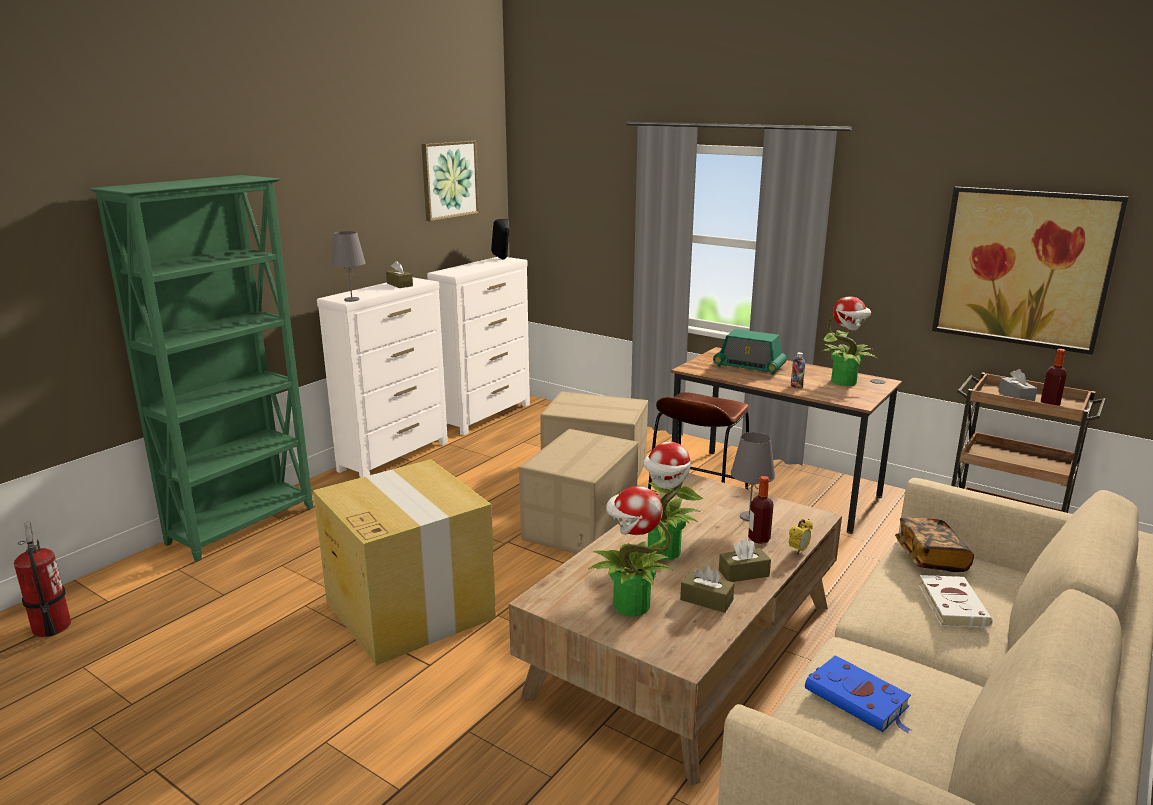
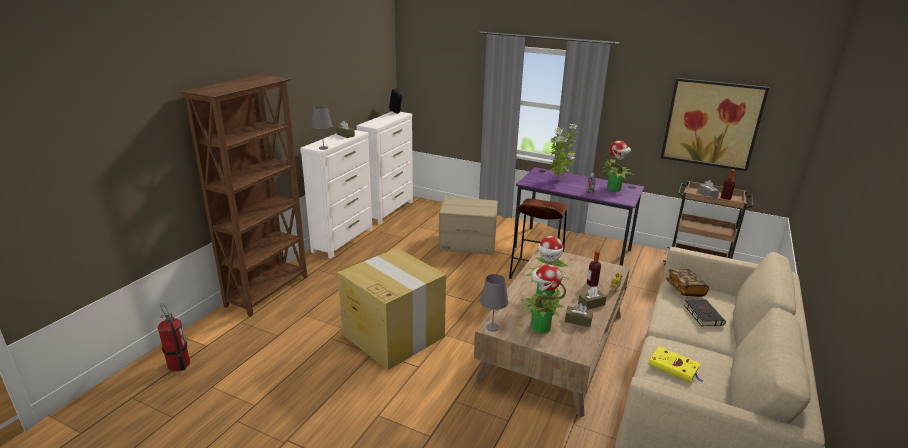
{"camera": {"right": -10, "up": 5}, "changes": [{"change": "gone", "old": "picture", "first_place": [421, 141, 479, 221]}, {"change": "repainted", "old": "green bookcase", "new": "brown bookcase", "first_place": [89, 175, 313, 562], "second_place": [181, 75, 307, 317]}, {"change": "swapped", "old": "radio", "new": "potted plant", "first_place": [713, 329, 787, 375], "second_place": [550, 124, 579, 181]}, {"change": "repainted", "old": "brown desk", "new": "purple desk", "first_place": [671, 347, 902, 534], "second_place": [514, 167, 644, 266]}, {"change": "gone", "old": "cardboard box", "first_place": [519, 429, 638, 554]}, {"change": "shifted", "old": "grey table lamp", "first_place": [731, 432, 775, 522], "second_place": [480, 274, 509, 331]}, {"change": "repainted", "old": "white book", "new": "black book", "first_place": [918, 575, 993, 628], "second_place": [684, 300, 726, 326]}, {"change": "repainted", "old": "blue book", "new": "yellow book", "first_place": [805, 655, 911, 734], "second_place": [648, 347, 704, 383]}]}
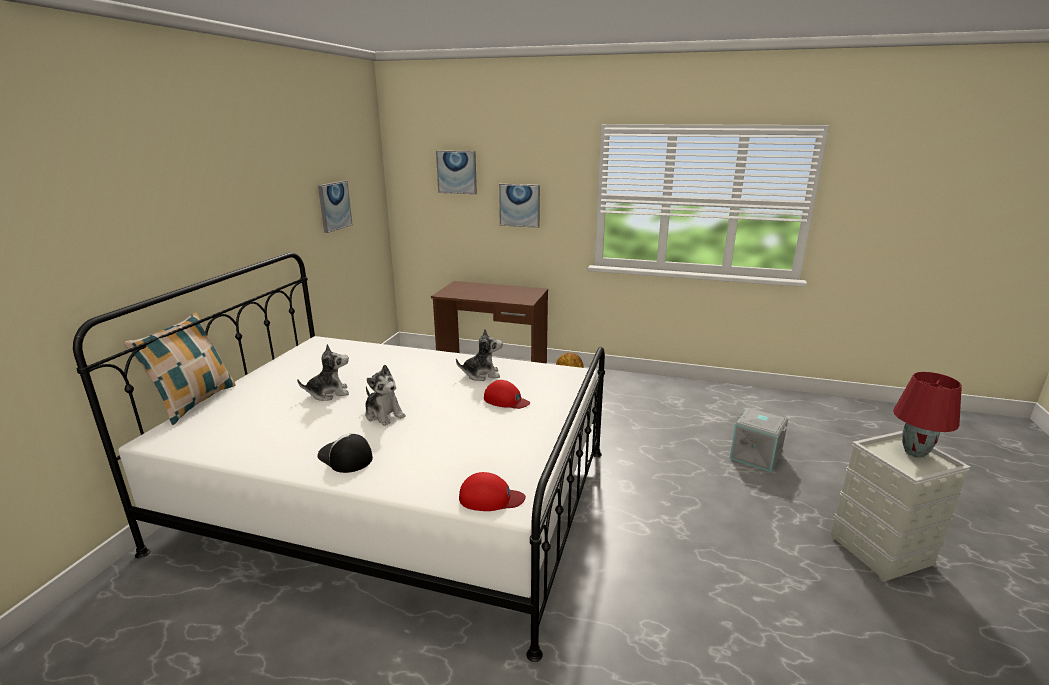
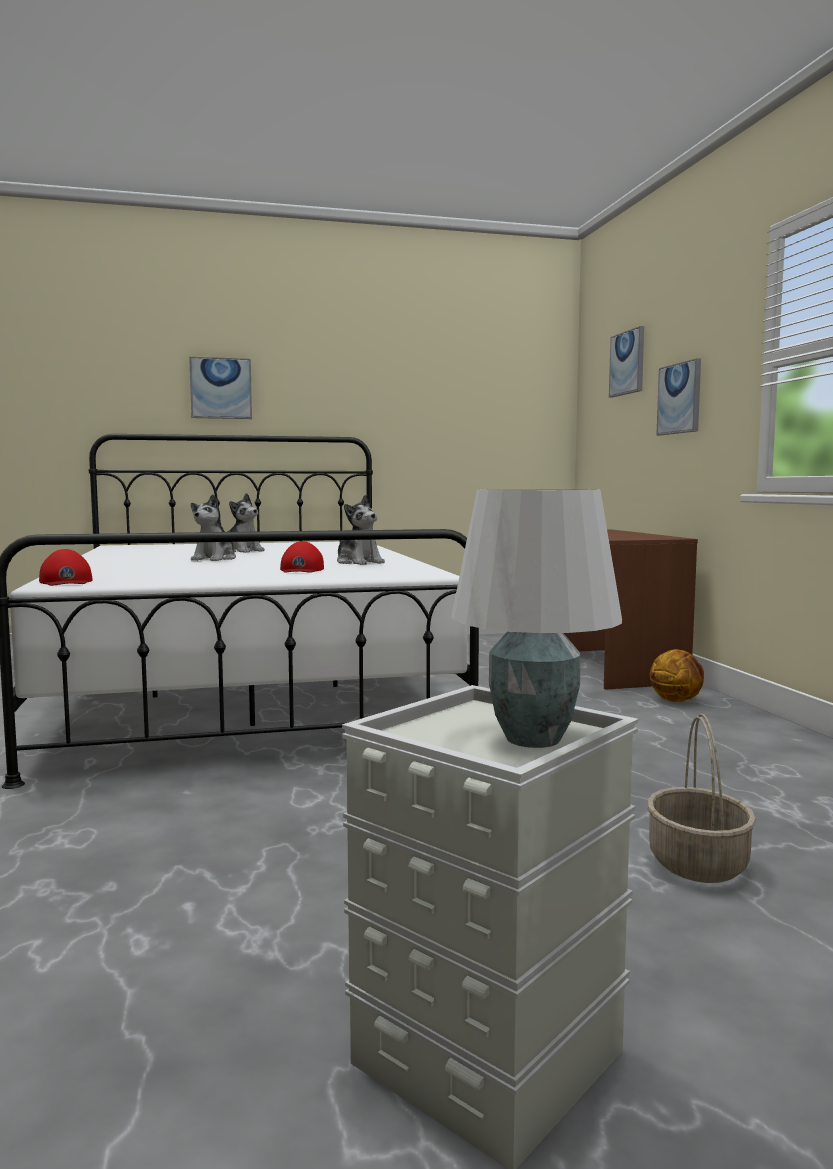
{"camera": {"right": 60, "up": -15}, "changes": [{"change": "shifted", "old": "picture", "first_place": [318, 181, 353, 233], "second_place": [189, 357, 252, 419]}, {"change": "gone", "old": "pillow", "first_place": [124, 312, 236, 425]}, {"change": "repainted", "old": "red table lamp", "new": "white table lamp", "first_place": [893, 372, 962, 458], "second_place": [451, 489, 622, 748]}, {"change": "swapped", "old": "grey storage box", "new": "basket", "first_place": [730, 408, 788, 472], "second_place": [647, 714, 756, 883]}, {"change": "gone", "old": "cap", "first_place": [318, 434, 373, 473]}]}
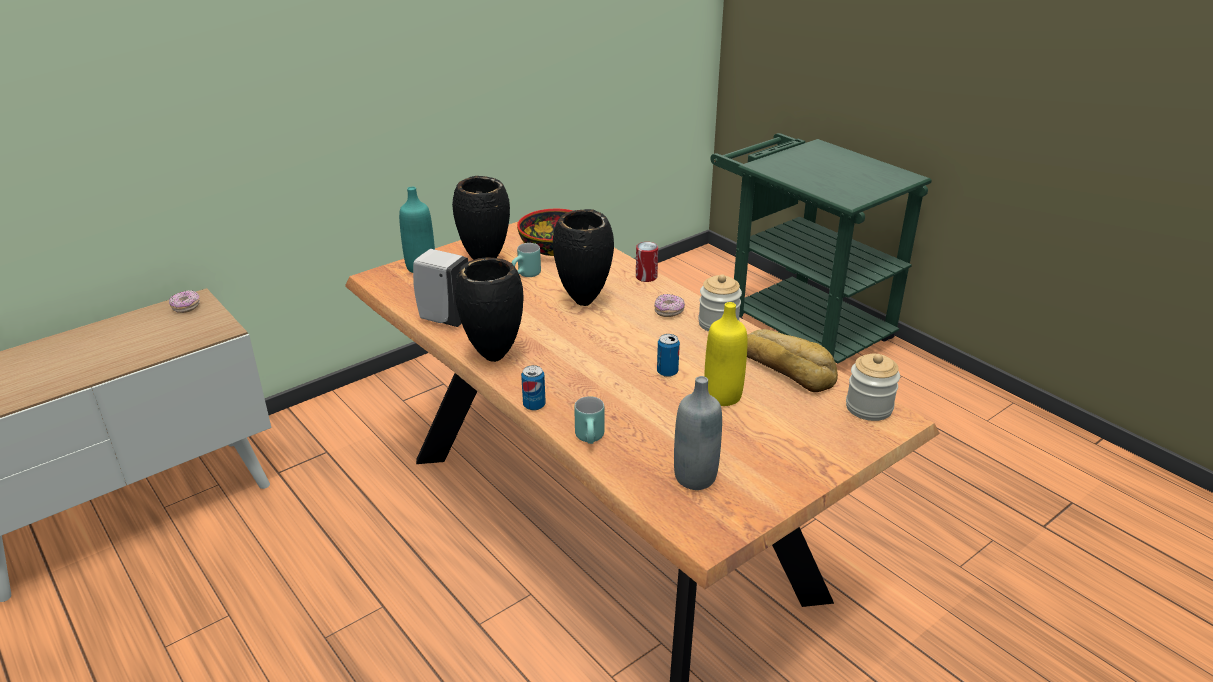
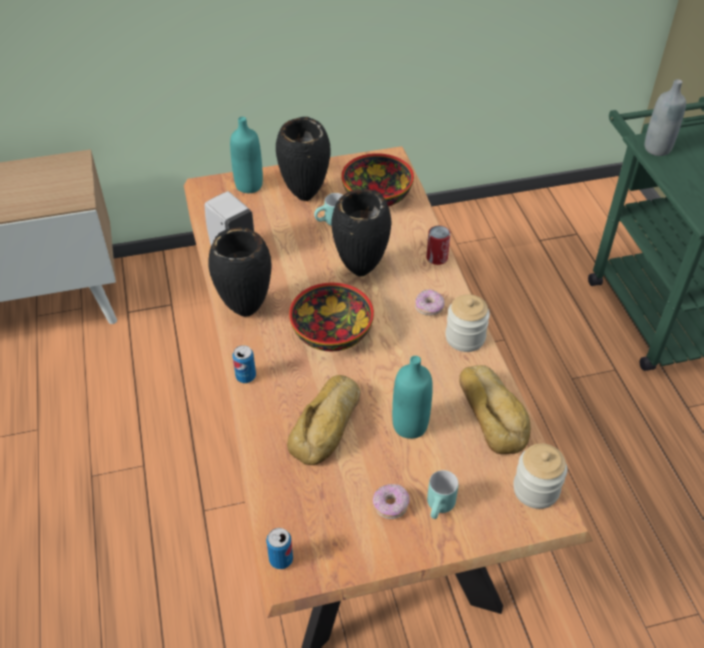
{"camera": {"right": 25, "up": 15}, "changes": [{"change": "shifted", "old": "donut", "first_place": [169, 290, 200, 313], "second_place": [373, 484, 410, 519]}, {"change": "repainted", "old": "yellow bottle", "new": "turquoise bottle", "first_place": [704, 302, 748, 406], "second_place": [392, 356, 433, 439]}, {"change": "shifted", "old": "can", "first_place": [657, 334, 680, 377], "second_place": [266, 528, 293, 569]}, {"change": "shifted", "old": "grey bottle", "first_place": [674, 376, 722, 490], "second_place": [645, 79, 686, 156]}, {"change": "shifted", "old": "turquoise mug", "first_place": [574, 396, 604, 444], "second_place": [427, 470, 459, 519]}, {"change": "new", "new": "bowl", "second_place": [289, 283, 374, 351]}, {"change": "new", "new": "bread", "second_place": [287, 375, 361, 465]}]}
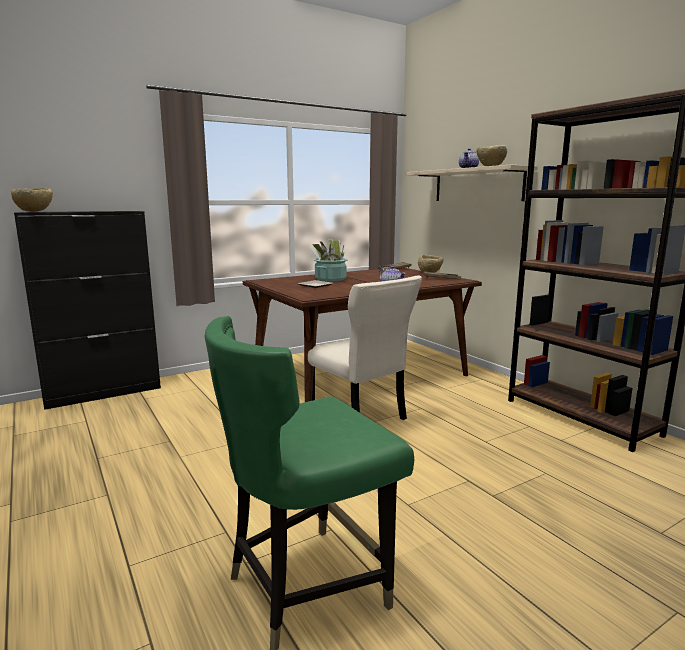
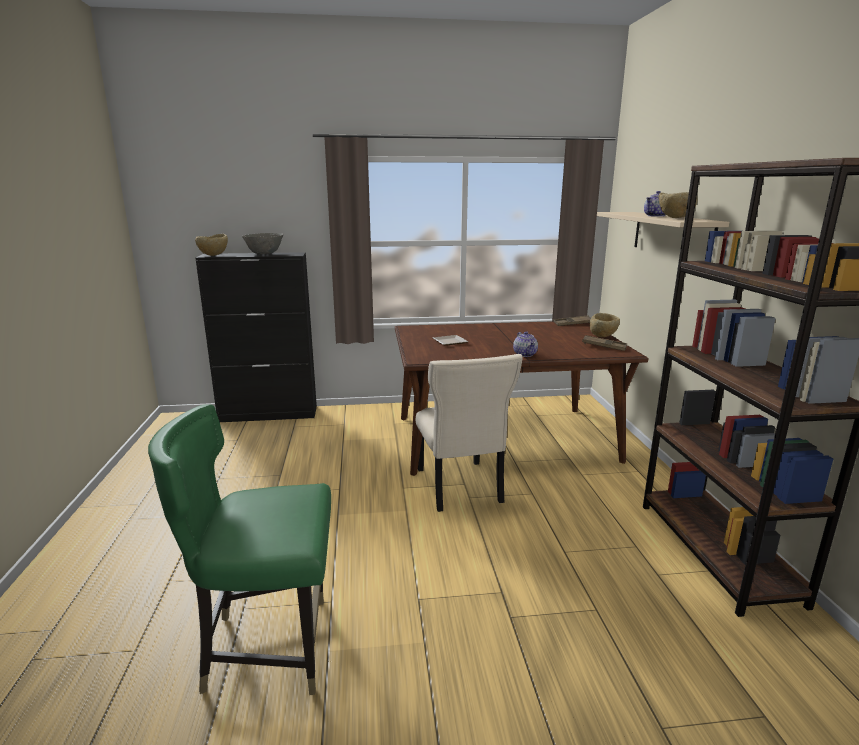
{"camera": {"right": 25, "up": 5}, "changes": [{"change": "gone", "old": "potted plant", "first_place": [310, 239, 348, 282]}, {"change": "new", "new": "grey bowl", "second_place": [242, 233, 283, 255]}]}
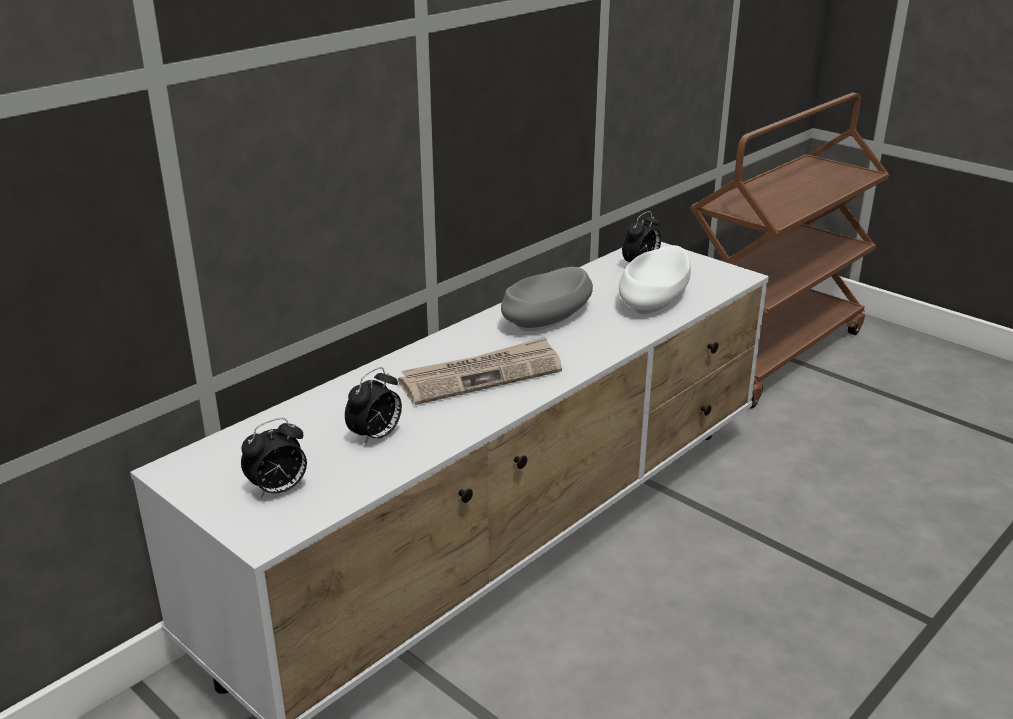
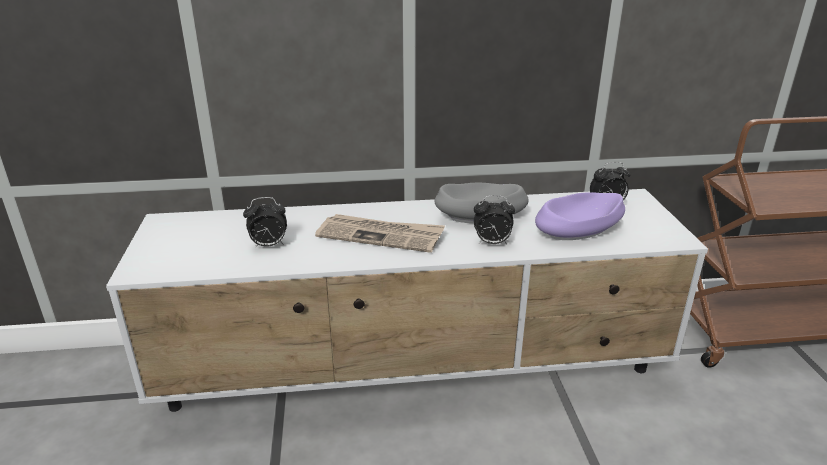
{"camera": {"right": 40, "up": 0}, "changes": [{"change": "repainted", "old": "white bowl", "new": "purple bowl", "first_place": [619, 245, 691, 314], "second_place": [535, 192, 625, 240]}, {"change": "shifted", "old": "alarm clock", "first_place": [241, 418, 307, 499], "second_place": [474, 195, 515, 244]}]}
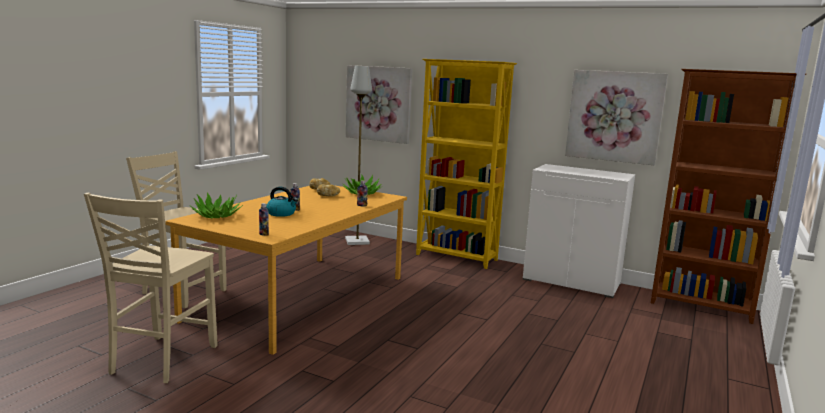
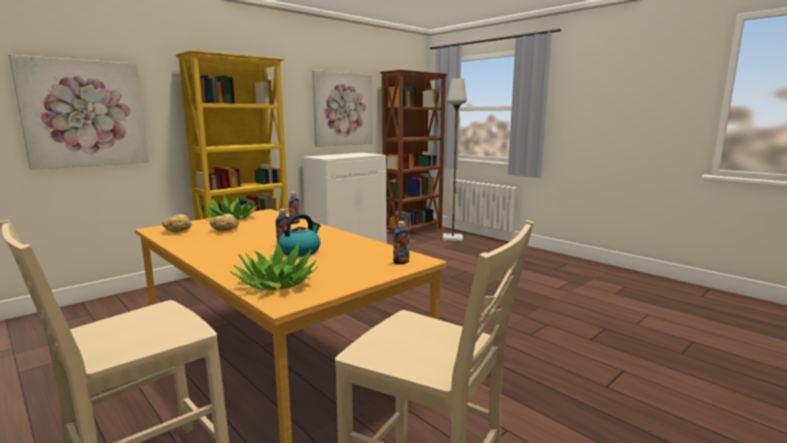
{"camera": {"right": -70, "up": 0}, "changes": [{"change": "shifted", "old": "grey floor lamp", "first_place": [345, 66, 372, 245], "second_place": [443, 78, 467, 241]}]}
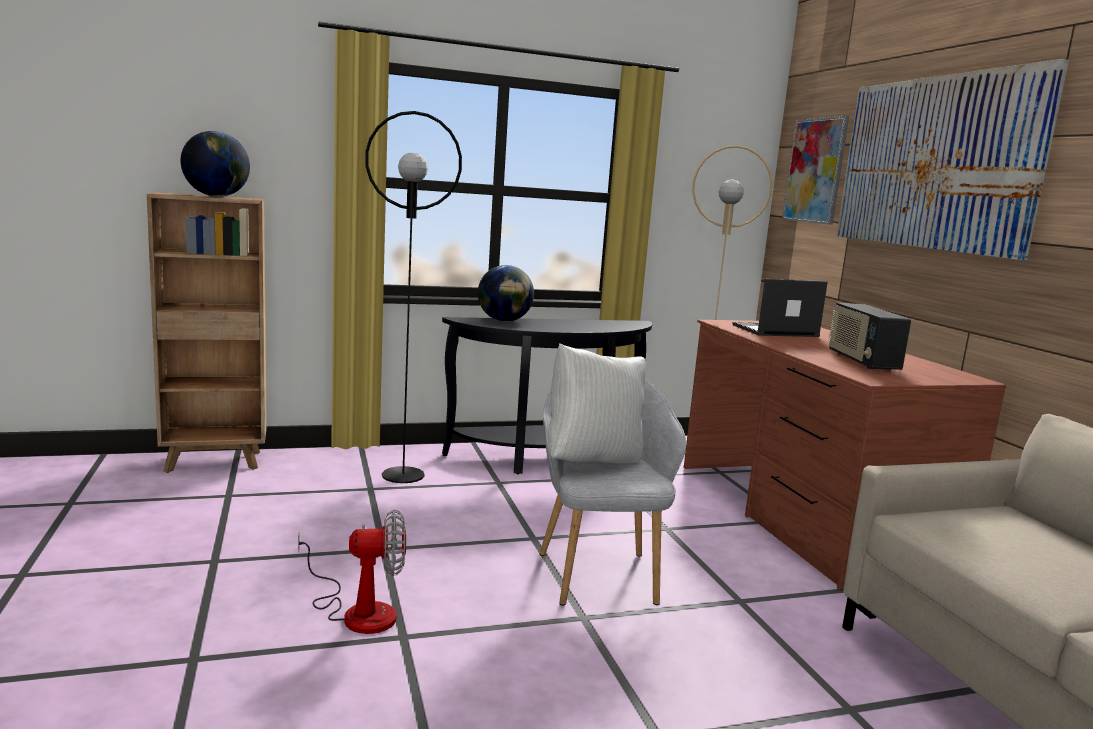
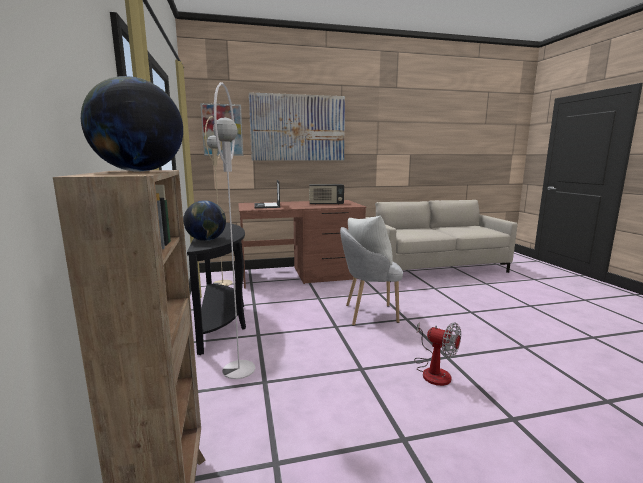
{"camera": {"right": -85, "up": 0}, "changes": [{"change": "repainted", "old": "black floor lamp", "new": "white floor lamp", "first_place": [365, 111, 462, 483], "second_place": [213, 82, 255, 379]}, {"change": "rotated", "old": "fan", "first_place": [298, 510, 406, 634], "second_place": [414, 322, 461, 386], "degrees": 135}]}
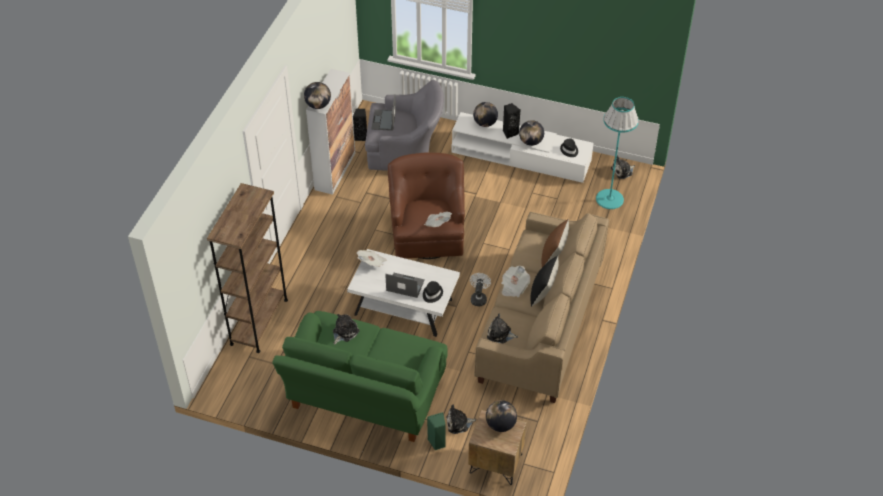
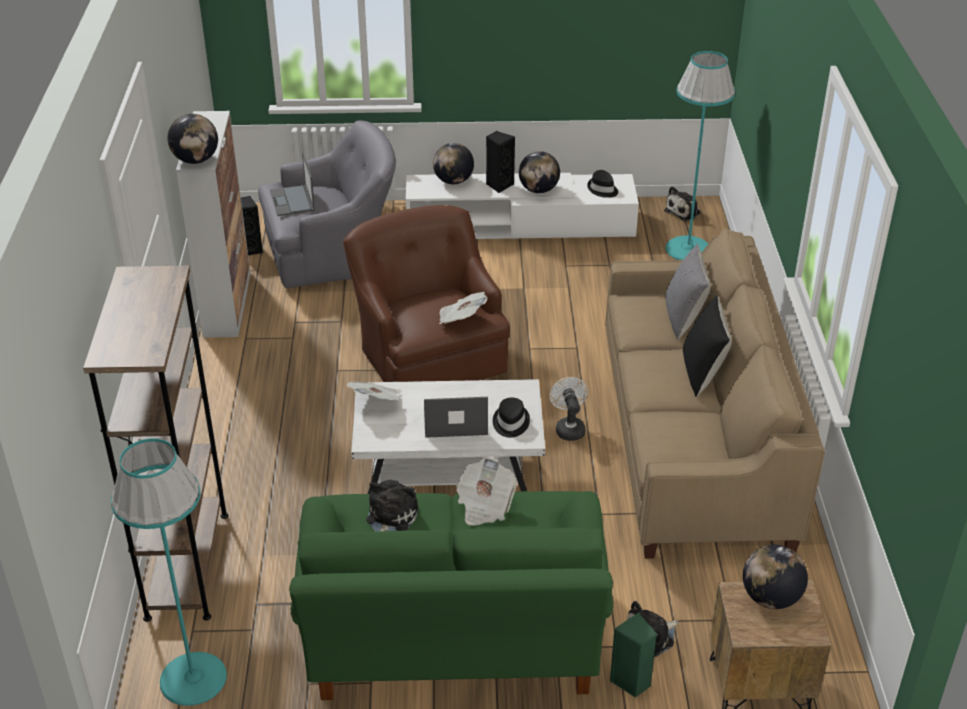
{"camera": {"right": -20, "up": -10}, "changes": [{"change": "repainted", "old": "brown pillow", "new": "grey pillow", "first_place": [541, 219, 569, 267], "second_place": [665, 244, 711, 340]}, {"change": "shifted", "old": "newspaper", "first_place": [501, 266, 530, 297], "second_place": [456, 457, 517, 525]}, {"change": "gone", "old": "plush toy", "first_place": [487, 314, 518, 343]}, {"change": "new", "new": "turquoise floor lamp", "second_place": [111, 438, 227, 706]}]}
